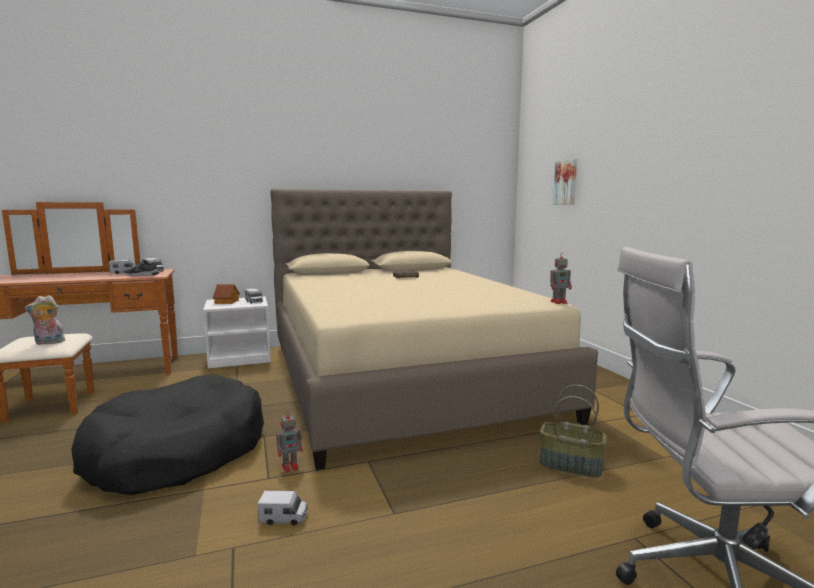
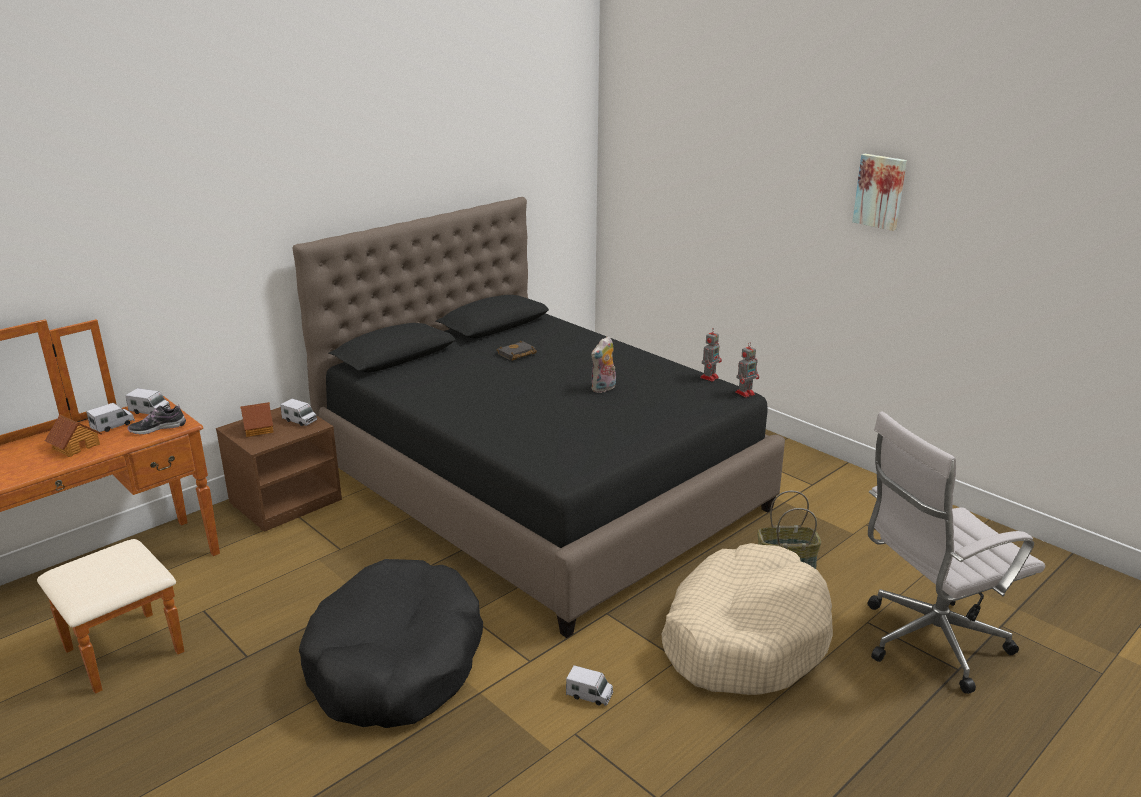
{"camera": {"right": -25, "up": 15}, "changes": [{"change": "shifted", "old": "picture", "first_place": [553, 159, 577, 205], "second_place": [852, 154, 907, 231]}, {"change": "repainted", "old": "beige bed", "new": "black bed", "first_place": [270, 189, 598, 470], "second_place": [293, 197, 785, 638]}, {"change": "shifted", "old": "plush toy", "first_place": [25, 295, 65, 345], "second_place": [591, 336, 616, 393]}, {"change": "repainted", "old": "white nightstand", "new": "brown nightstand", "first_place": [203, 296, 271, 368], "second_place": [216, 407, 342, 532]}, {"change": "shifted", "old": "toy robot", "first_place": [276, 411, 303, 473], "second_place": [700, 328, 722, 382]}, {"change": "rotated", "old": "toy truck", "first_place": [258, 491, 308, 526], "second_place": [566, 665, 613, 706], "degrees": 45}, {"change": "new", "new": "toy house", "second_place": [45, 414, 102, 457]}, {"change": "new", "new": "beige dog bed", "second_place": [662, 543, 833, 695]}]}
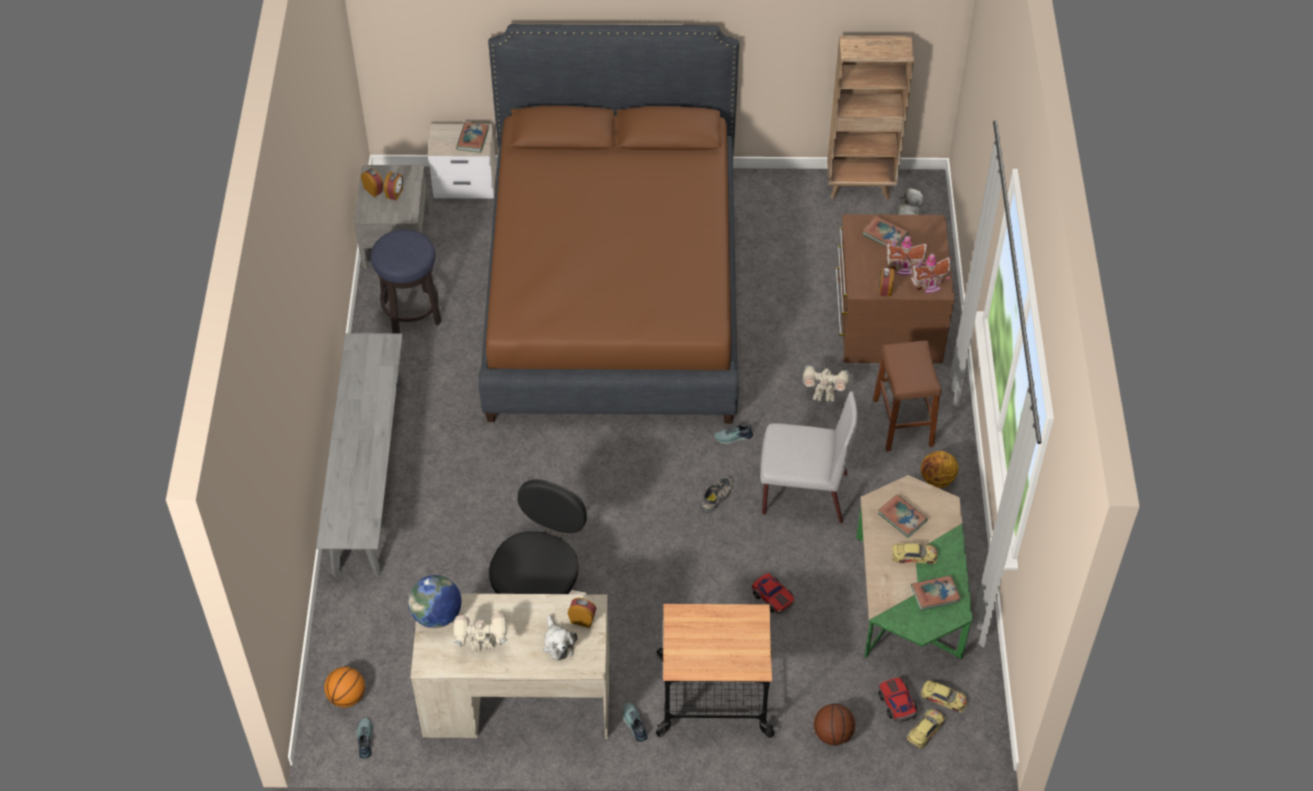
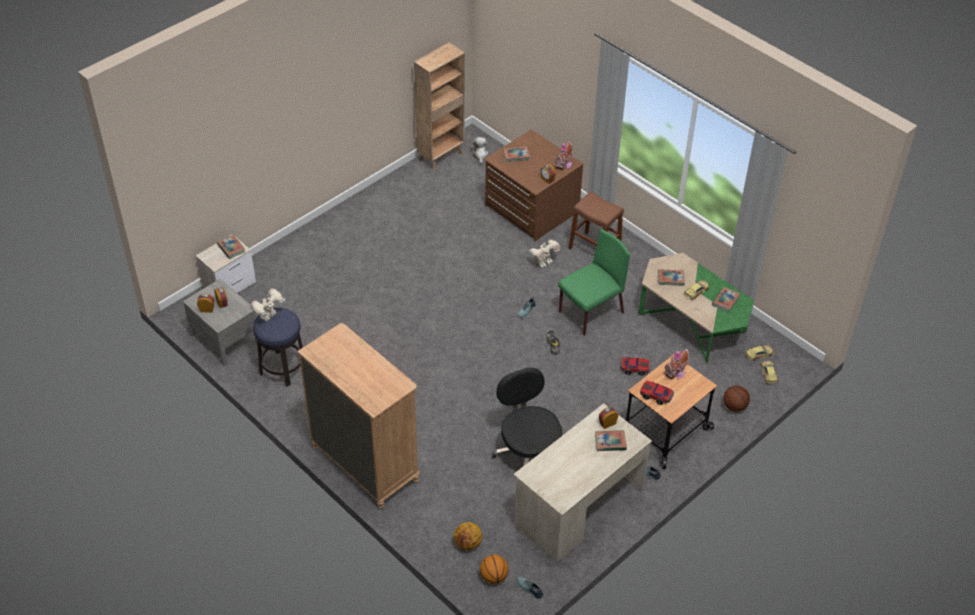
{"camera": {"right": -45, "up": -5}, "changes": [{"change": "gone", "old": "brown bed", "first_place": [479, 24, 739, 424]}, {"change": "shifted", "old": "toy house", "first_place": [884, 236, 929, 275], "second_place": [664, 348, 689, 380]}, {"change": "swapped", "old": "grey bench", "new": "brown dresser", "first_place": [316, 333, 403, 578], "second_place": [297, 323, 420, 509]}, {"change": "repainted", "old": "grey chair", "new": "green chair", "first_place": [760, 391, 858, 523], "second_place": [558, 229, 630, 335]}, {"change": "shifted", "old": "basketball", "first_place": [921, 451, 958, 488], "second_place": [453, 522, 482, 550]}, {"change": "gone", "old": "globe", "first_place": [408, 575, 461, 628]}, {"change": "shifted", "old": "toy robot", "first_place": [454, 613, 508, 651], "second_place": [250, 288, 285, 322]}, {"change": "swapped", "old": "plush toy", "new": "book", "first_place": [543, 615, 577, 661], "second_place": [595, 430, 627, 451]}, {"change": "shifted", "old": "toy car", "first_place": [878, 678, 917, 723], "second_place": [640, 381, 674, 405]}]}
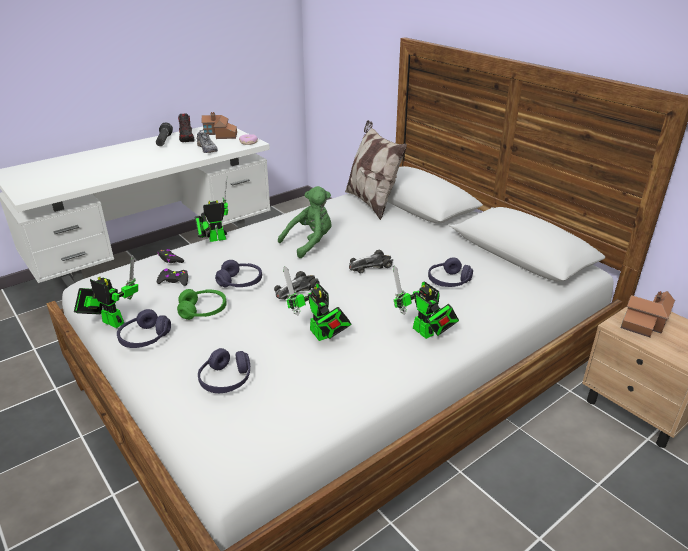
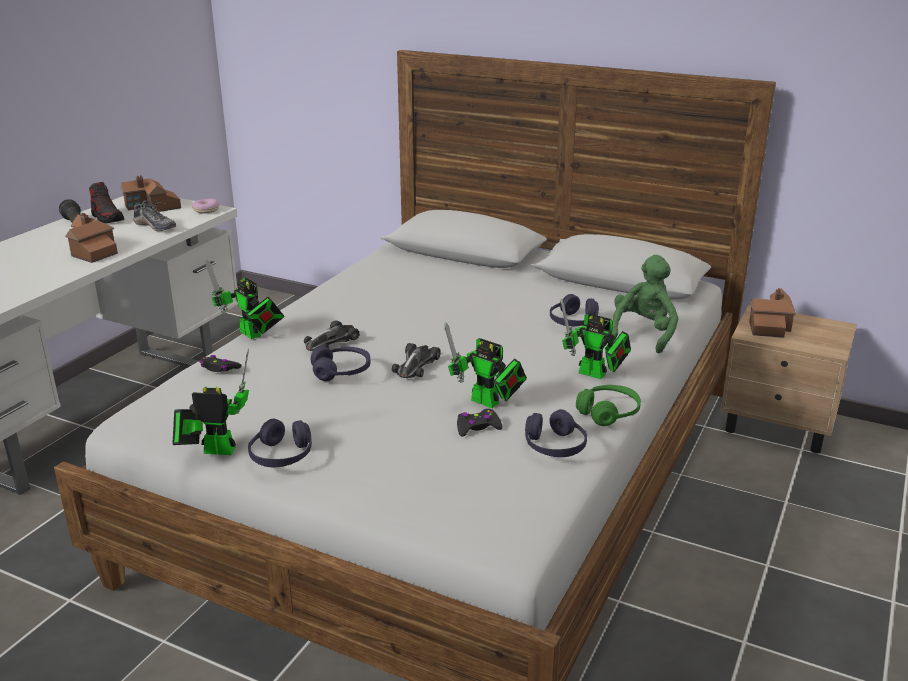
{"camera": {"right": -25, "up": -5}, "changes": [{"change": "gone", "old": "pillow", "first_place": [345, 120, 407, 220]}, {"change": "rotated", "old": "toy robot", "first_place": [195, 177, 228, 242], "second_place": [205, 259, 284, 339], "degrees": -90}, {"change": "shifted", "old": "green plush toy", "first_place": [278, 186, 332, 258], "second_place": [611, 255, 678, 353]}, {"change": "shifted", "old": "toy car", "first_place": [349, 250, 393, 274], "second_place": [304, 320, 359, 351]}, {"change": "shifted", "old": "black game controller", "first_place": [157, 269, 188, 286], "second_place": [457, 409, 503, 436]}, {"change": "shifted", "old": "green headphones", "first_place": [177, 289, 227, 320], "second_place": [576, 385, 641, 426]}, {"change": "shifted", "old": "purple headphones", "first_place": [198, 348, 250, 393], "second_place": [525, 409, 587, 457]}, {"change": "new", "new": "toy house", "second_place": [65, 213, 118, 263]}]}
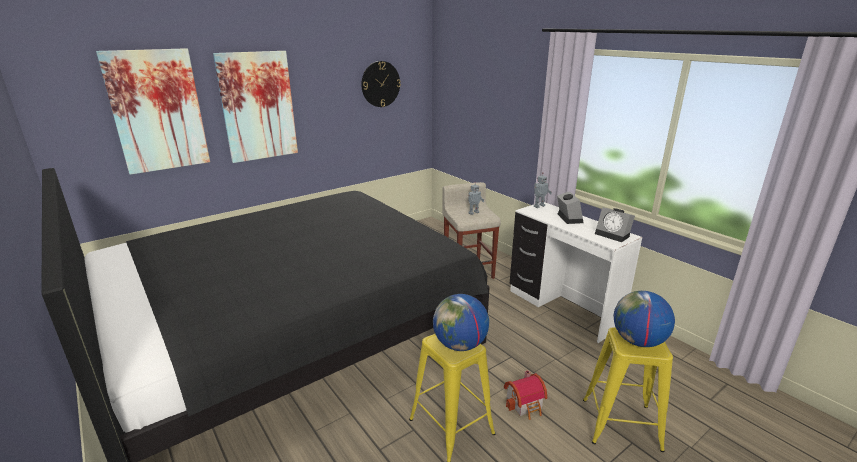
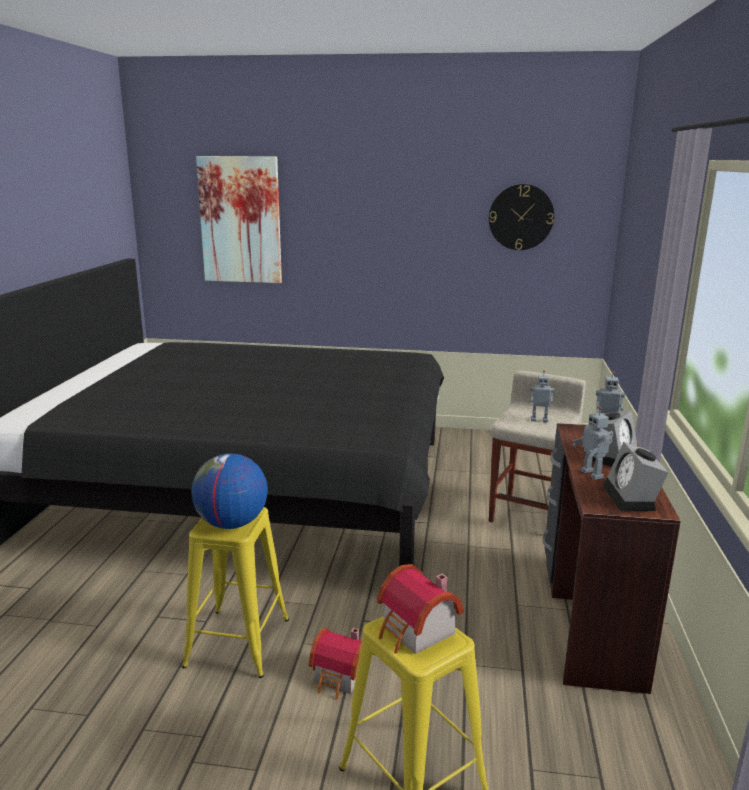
{"camera": {"right": 45, "up": -5}, "changes": [{"change": "gone", "old": "picture", "first_place": [213, 51, 298, 163]}, {"change": "repainted", "old": "white desk", "new": "brown desk", "first_place": [510, 202, 642, 343], "second_place": [542, 423, 681, 694]}, {"change": "swapped", "old": "globe", "new": "toy house", "first_place": [614, 291, 675, 347], "second_place": [377, 564, 464, 654]}, {"change": "new", "new": "toy robot", "second_place": [572, 407, 613, 480]}]}
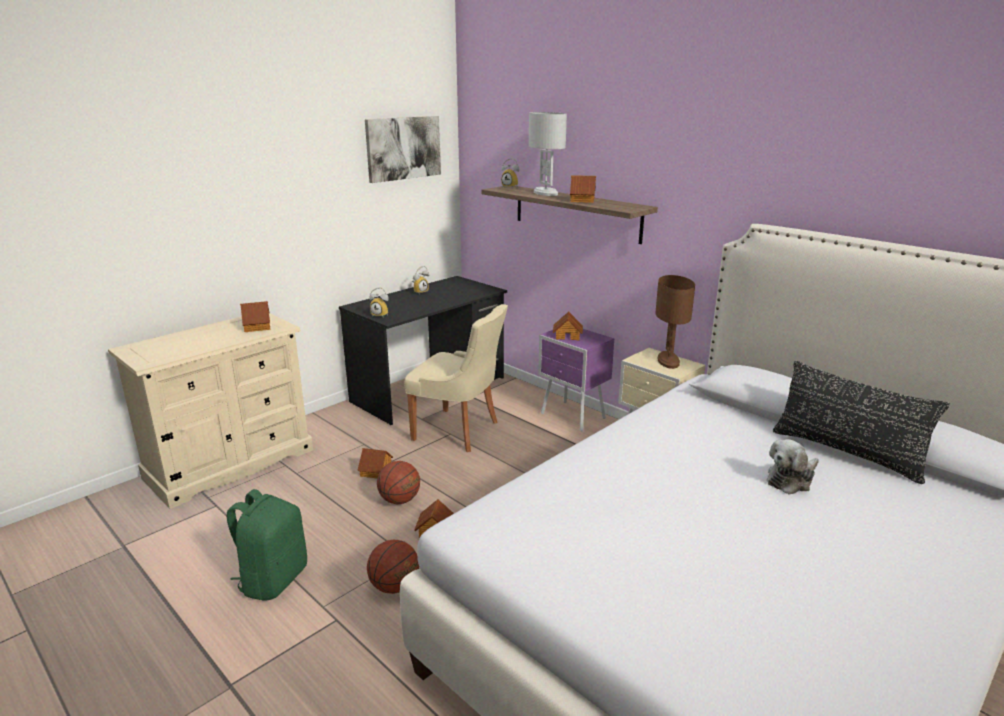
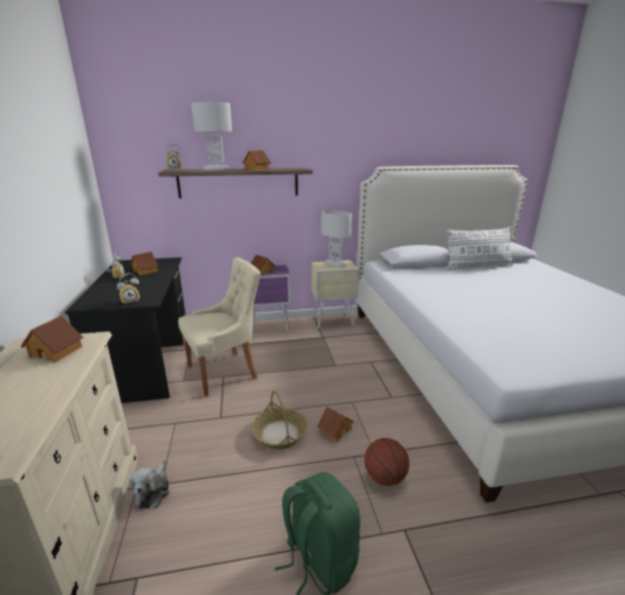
{"camera": {"right": -55, "up": 0}, "changes": [{"change": "gone", "old": "picture", "first_place": [365, 116, 441, 183]}, {"change": "repainted", "old": "brown table lamp", "new": "white table lamp", "first_place": [656, 275, 695, 369], "second_place": [321, 210, 352, 267]}, {"change": "repainted", "old": "black pillow", "new": "white pillow", "first_place": [773, 361, 950, 484], "second_place": [447, 227, 513, 270]}, {"change": "shifted", "old": "plush toy", "first_place": [767, 439, 819, 494], "second_place": [129, 459, 170, 509]}, {"change": "shifted", "old": "toy house", "first_place": [357, 448, 393, 478], "second_place": [131, 252, 158, 276]}, {"change": "swapped", "old": "basketball", "new": "basket", "first_place": [377, 461, 420, 504], "second_place": [252, 391, 307, 449]}]}
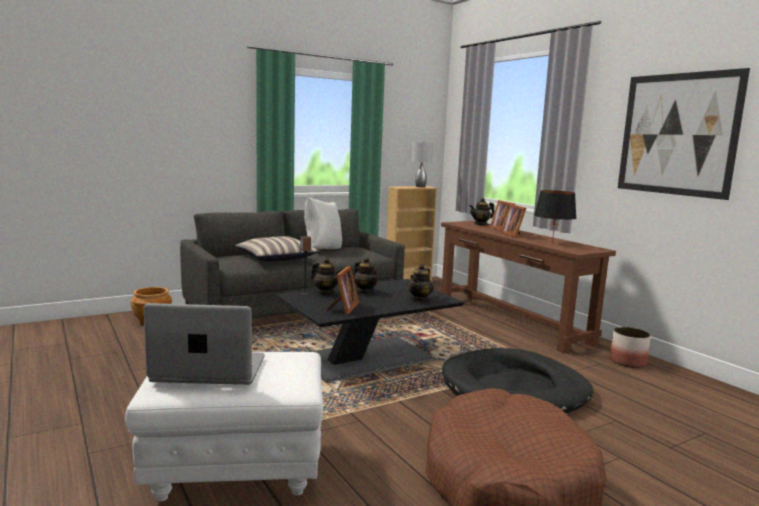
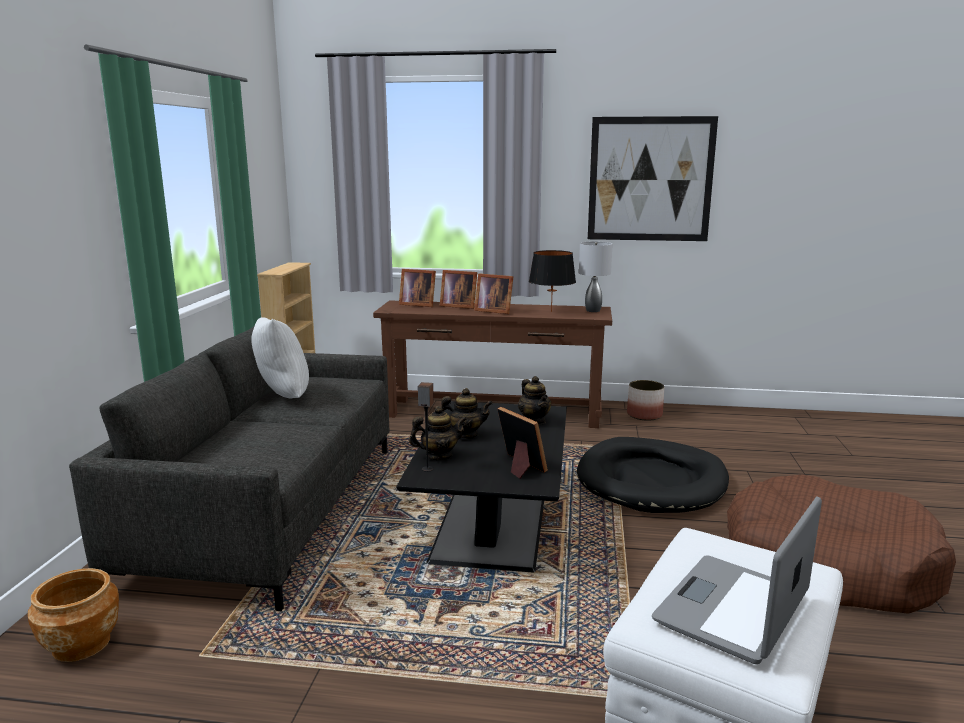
{"camera": {"right": -50, "up": 5}, "changes": [{"change": "shifted", "old": "grey table lamp", "first_place": [412, 142, 434, 187], "second_place": [579, 242, 613, 312]}, {"change": "swapped", "old": "teapot", "new": "picture frame", "first_place": [470, 198, 494, 226], "second_place": [399, 269, 436, 307]}, {"change": "gone", "old": "pillow", "first_place": [235, 236, 320, 262]}]}
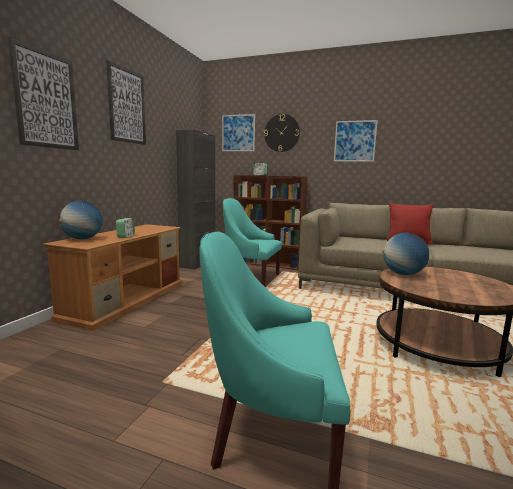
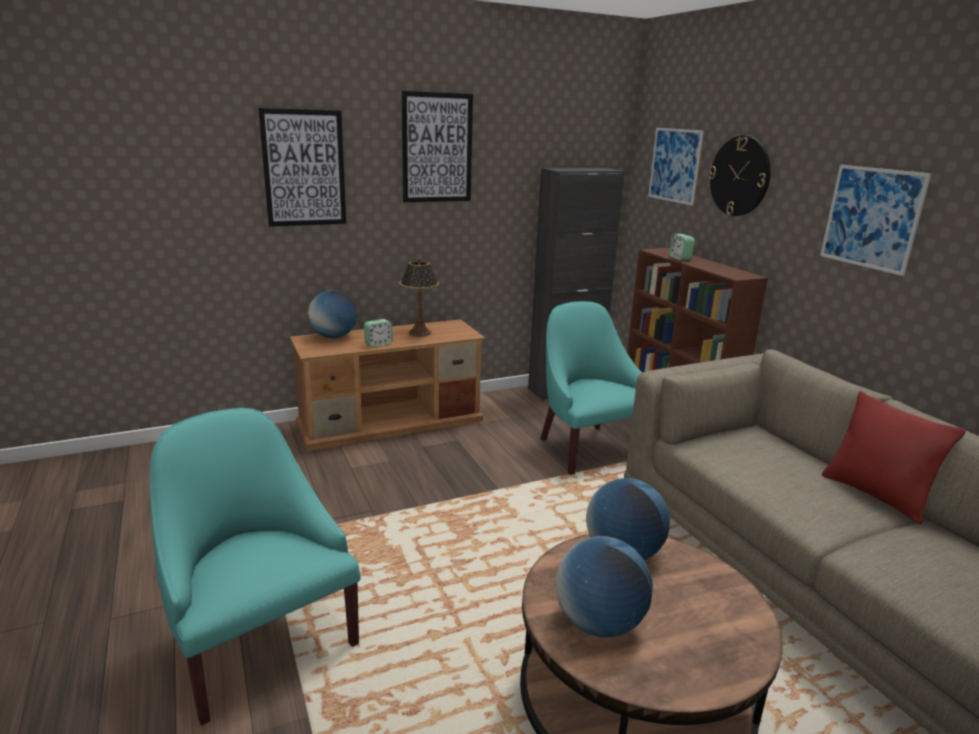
{"camera": {"right": 45, "up": 10}, "changes": [{"change": "new", "new": "table lamp", "second_place": [399, 257, 439, 337]}, {"change": "new", "new": "globe", "second_place": [555, 536, 653, 637]}]}
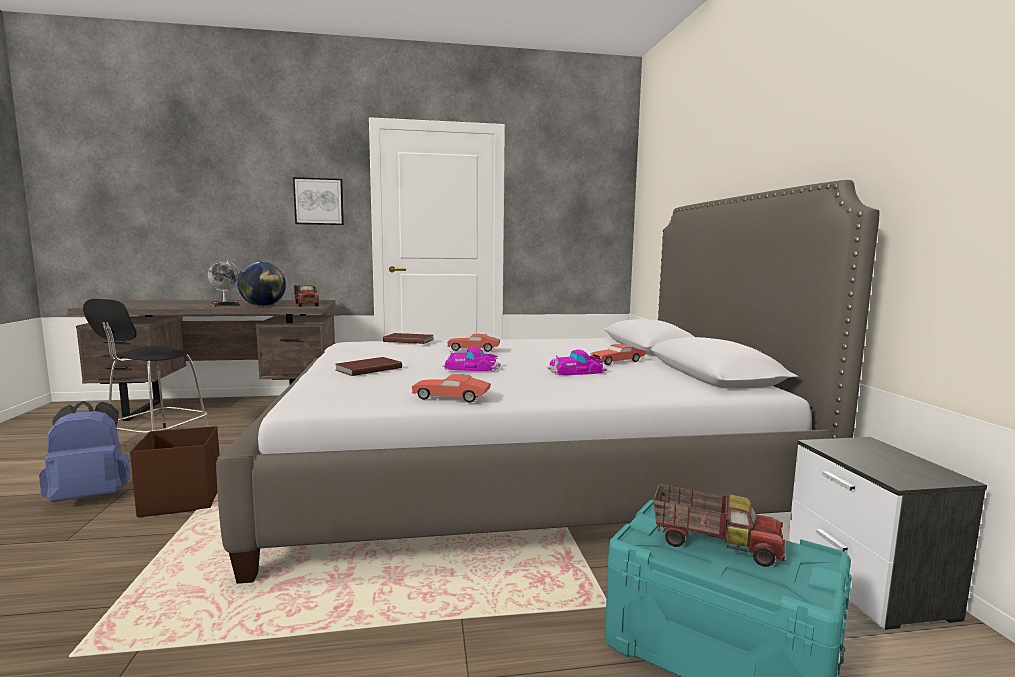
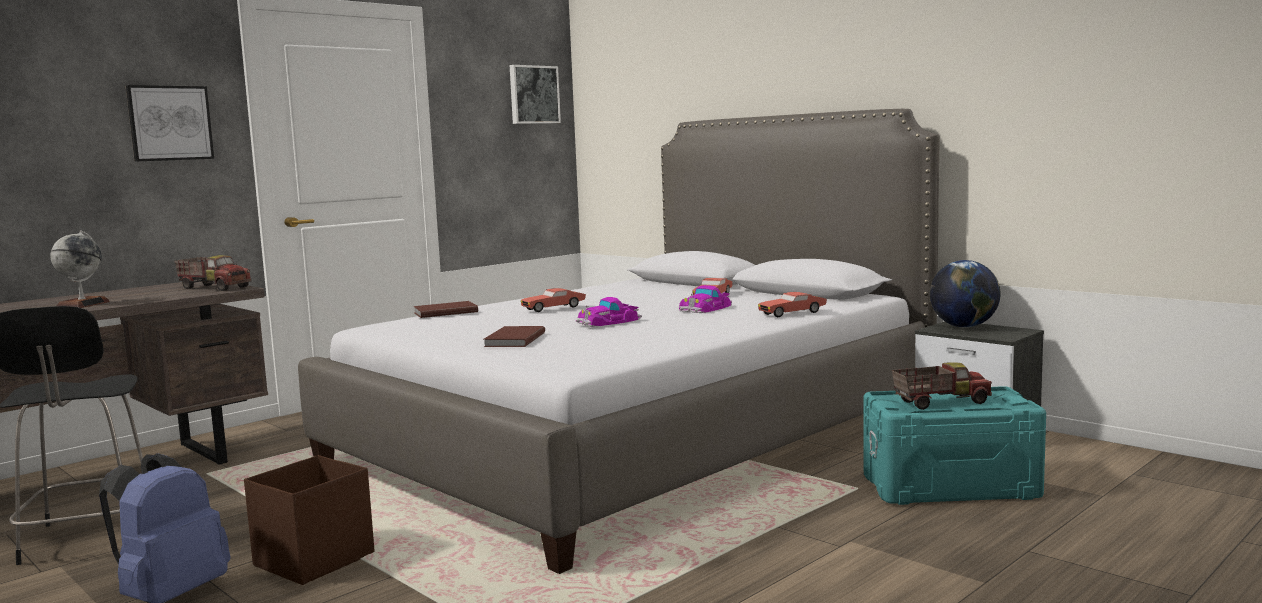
{"camera": {"right": -35, "up": 0}, "changes": [{"change": "shifted", "old": "globe", "first_place": [237, 261, 286, 306], "second_place": [930, 260, 1000, 327]}, {"change": "shifted", "old": "red toy car", "first_place": [412, 374, 491, 403], "second_place": [758, 292, 827, 317]}, {"change": "new", "new": "picture", "second_place": [510, 65, 561, 124]}]}
